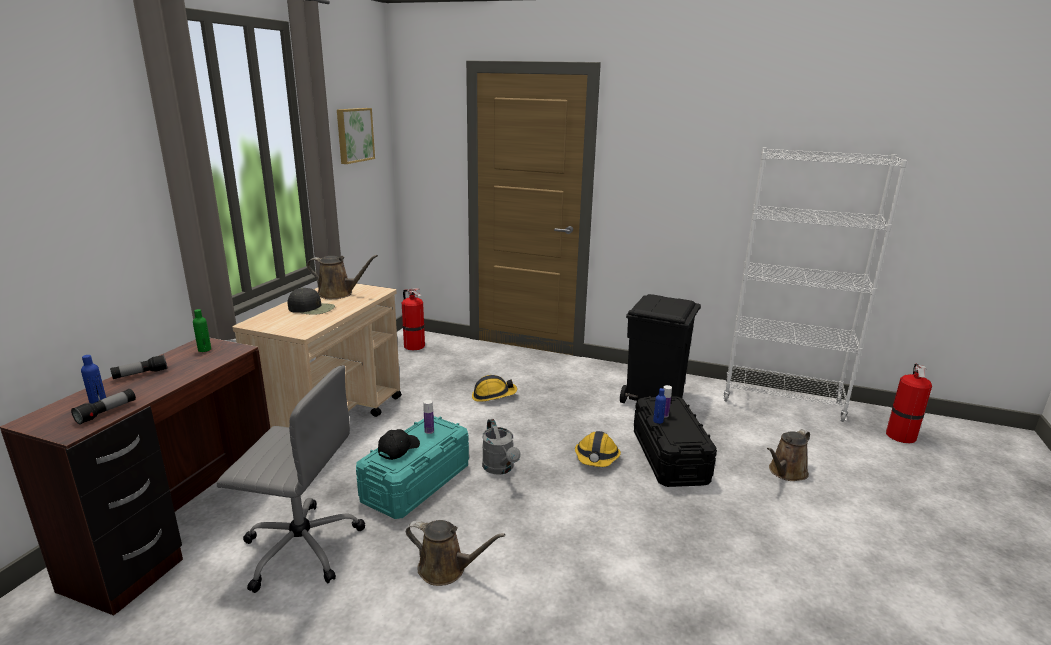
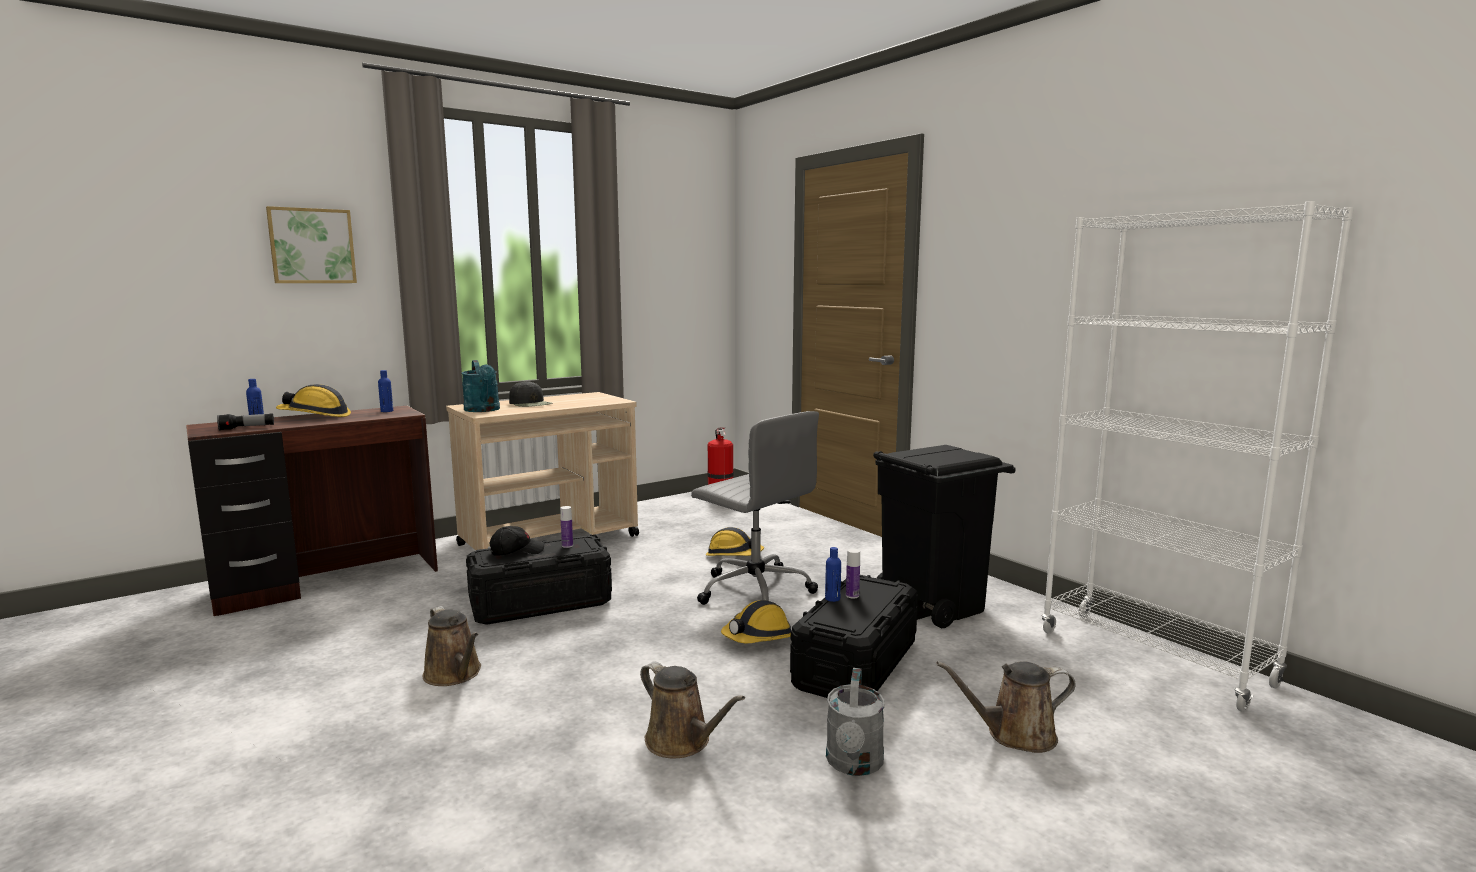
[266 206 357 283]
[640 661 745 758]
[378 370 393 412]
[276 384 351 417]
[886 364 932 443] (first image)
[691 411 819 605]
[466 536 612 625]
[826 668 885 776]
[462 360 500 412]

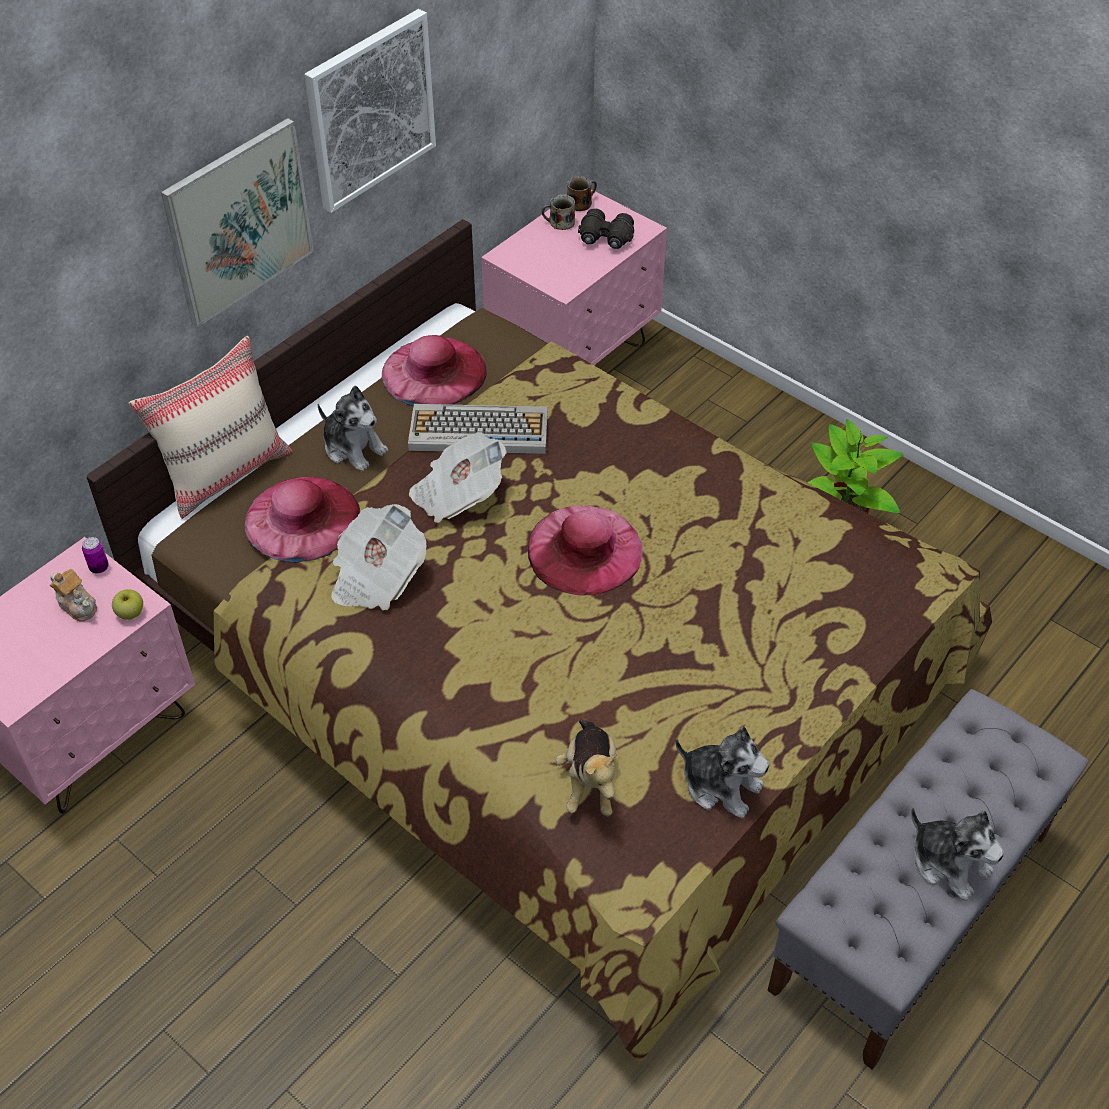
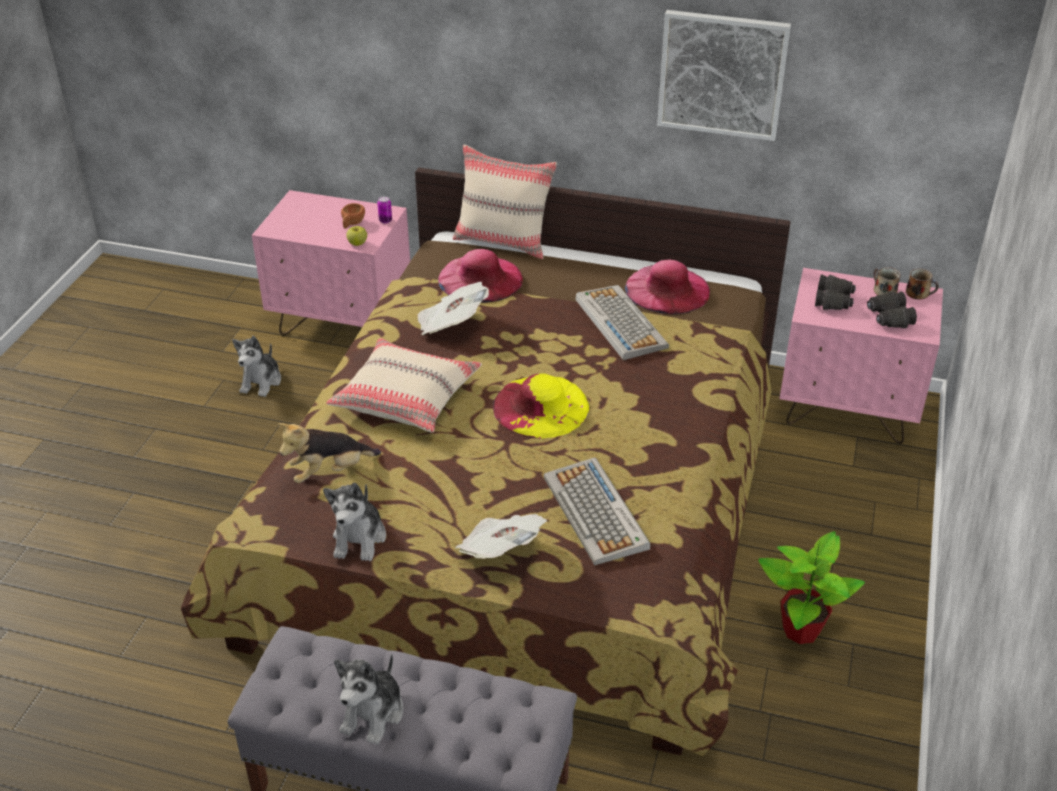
[161 118 314 327] (first image)
[232 336 281 397]
[455 514 547 559]
[493 373 590 439]
[341 203 365 229]
[815 274 856 310]
[326 338 482 433]
[544 457 650 565]

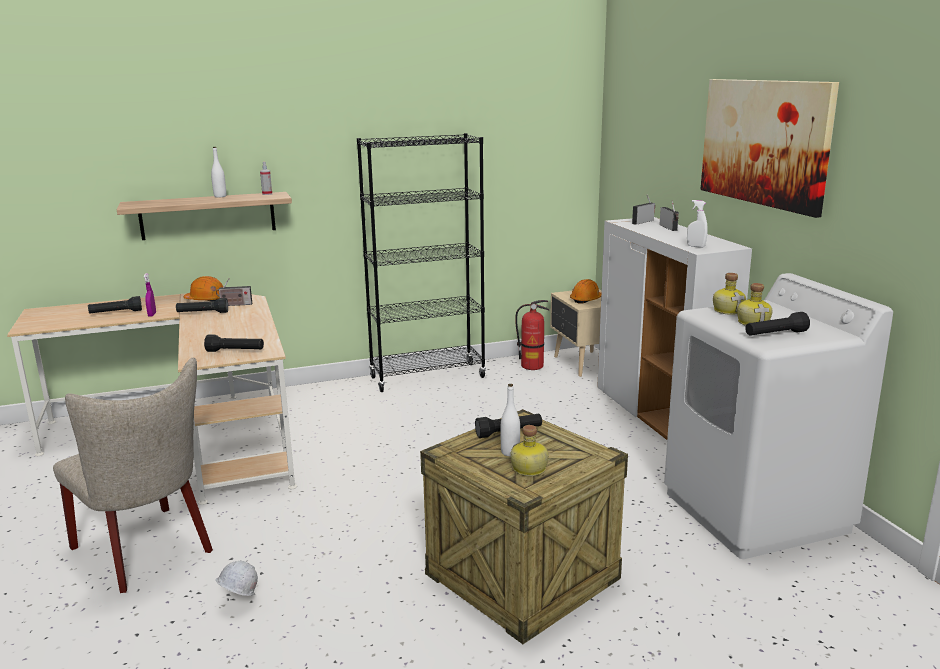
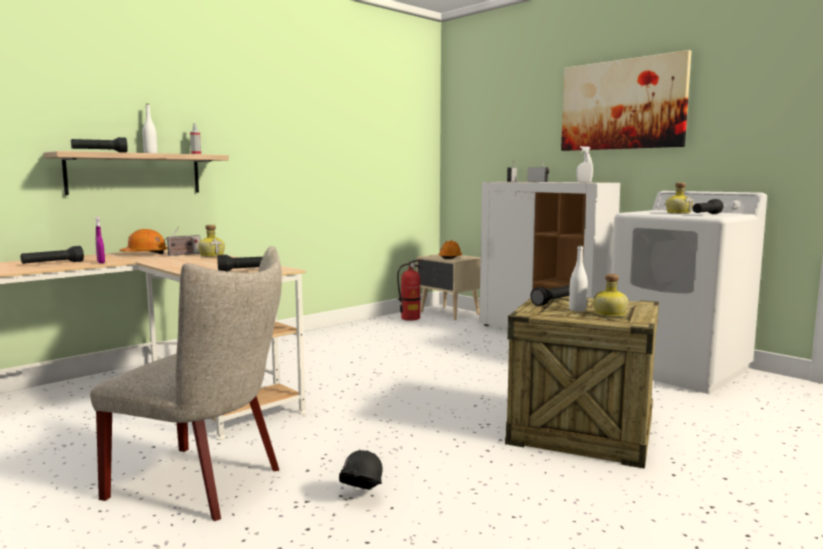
[357 133 486 392] (first image)
[198 225 225 257]
[71 137 128 153]
[339 450 383 490]

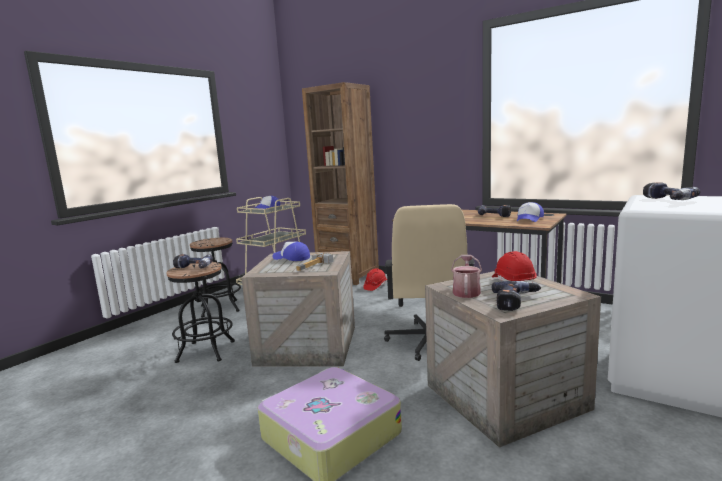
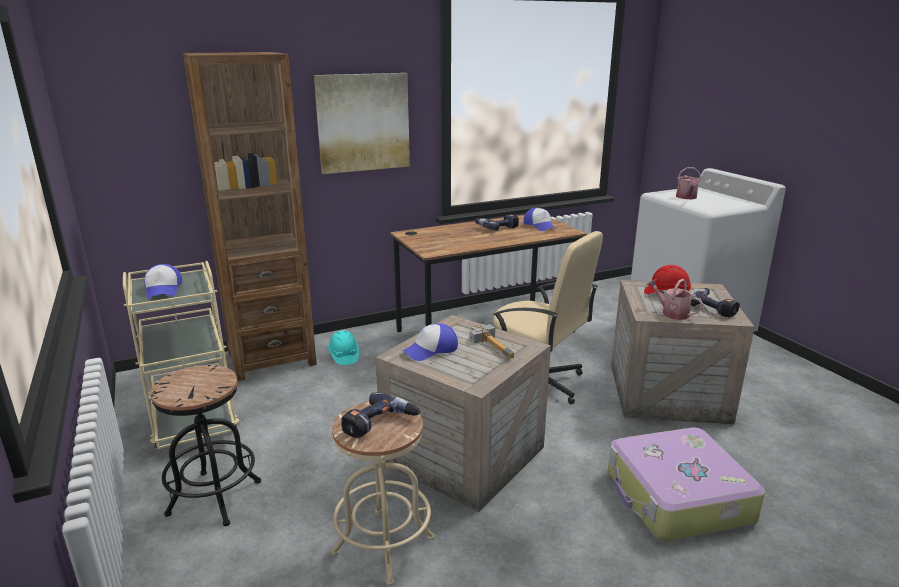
[676 167 701 199]
[331 401 435 586]
[328 330 359 365]
[314 73 410 174]

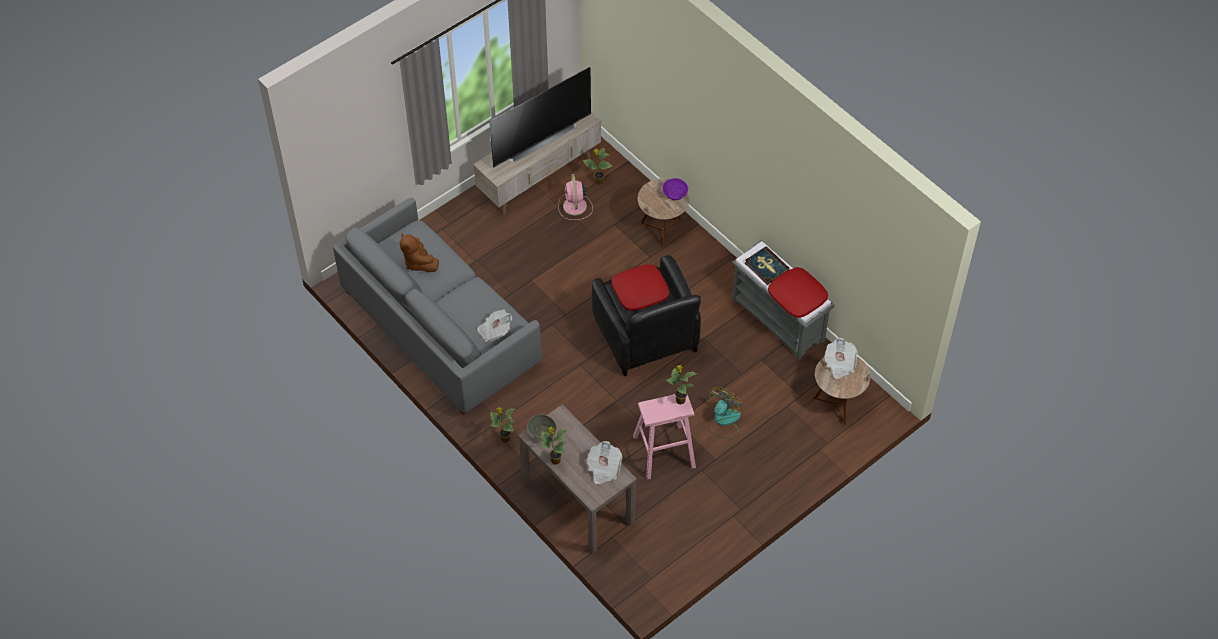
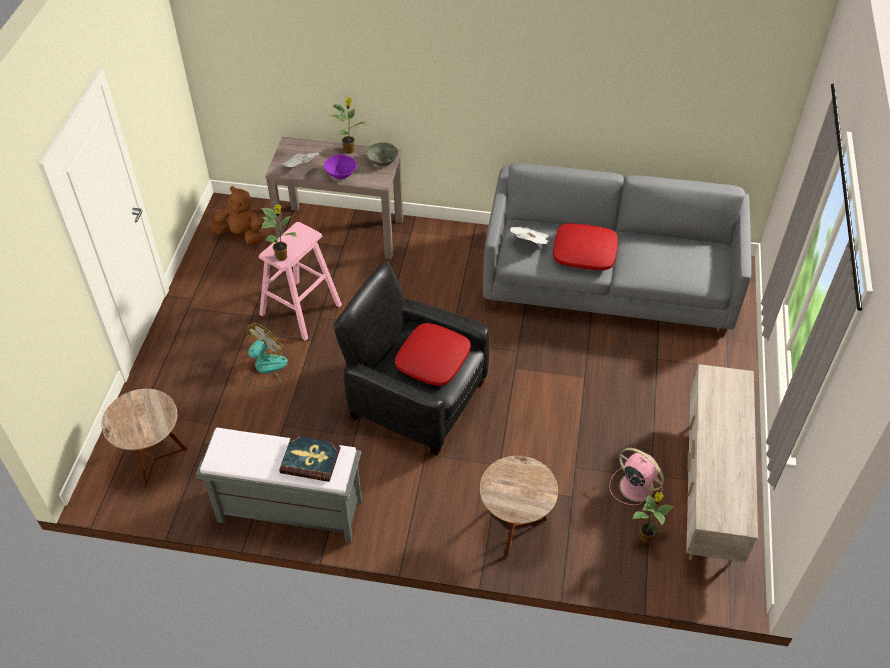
[489 67 591 168] (first image)
[324 154 357 179]
[211 186 263 245]
[553 223 618 270]
[824 338 858 379] (first image)
[244 323 288 388]
[490 407 515 443] (first image)

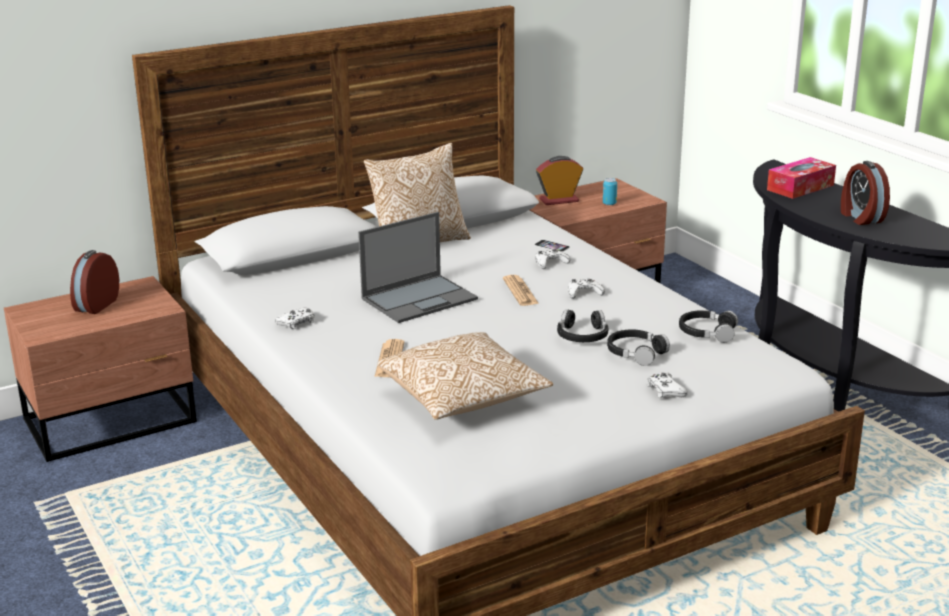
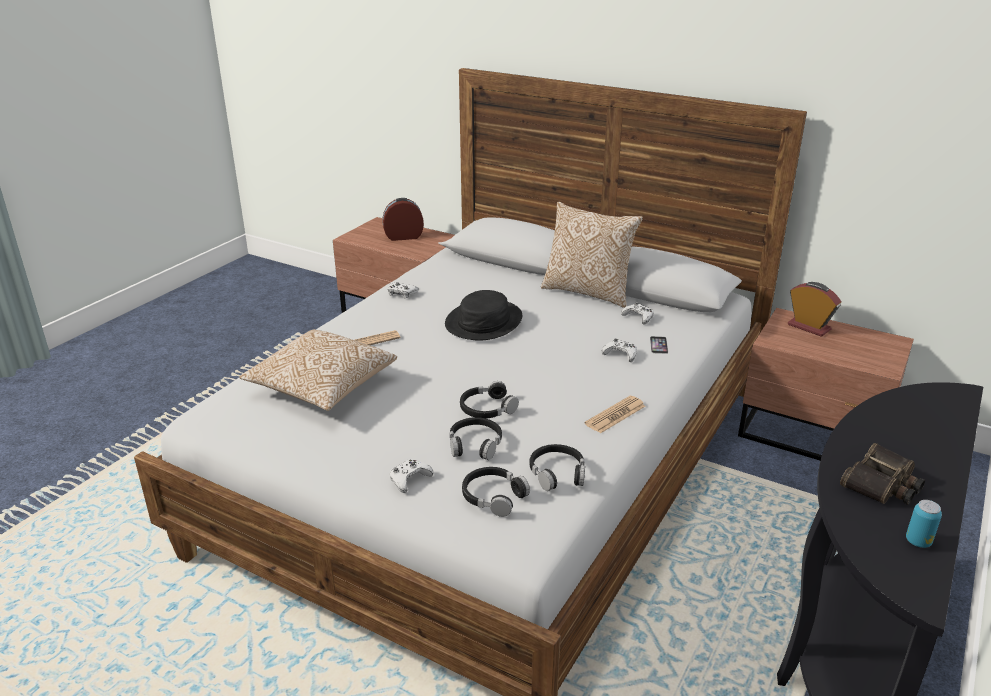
[767 157 836 199] (first image)
[840 443 925 505]
[906 500 942 548]
[445 290 522 341]
[585 396 645 433]
[621 302 654 325]
[462 467 530 517]

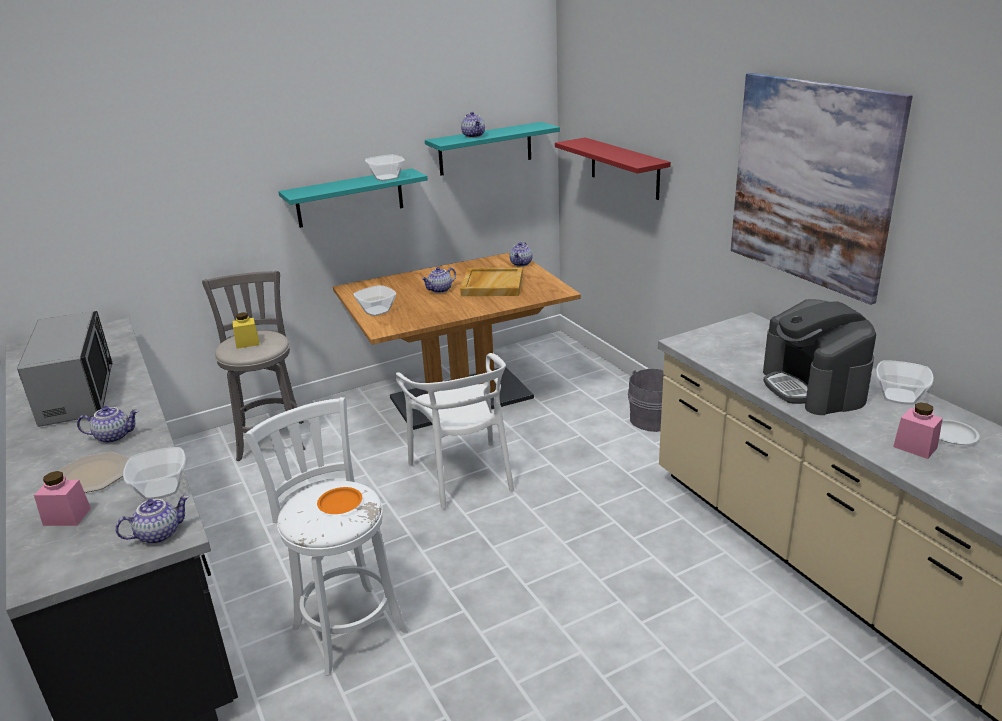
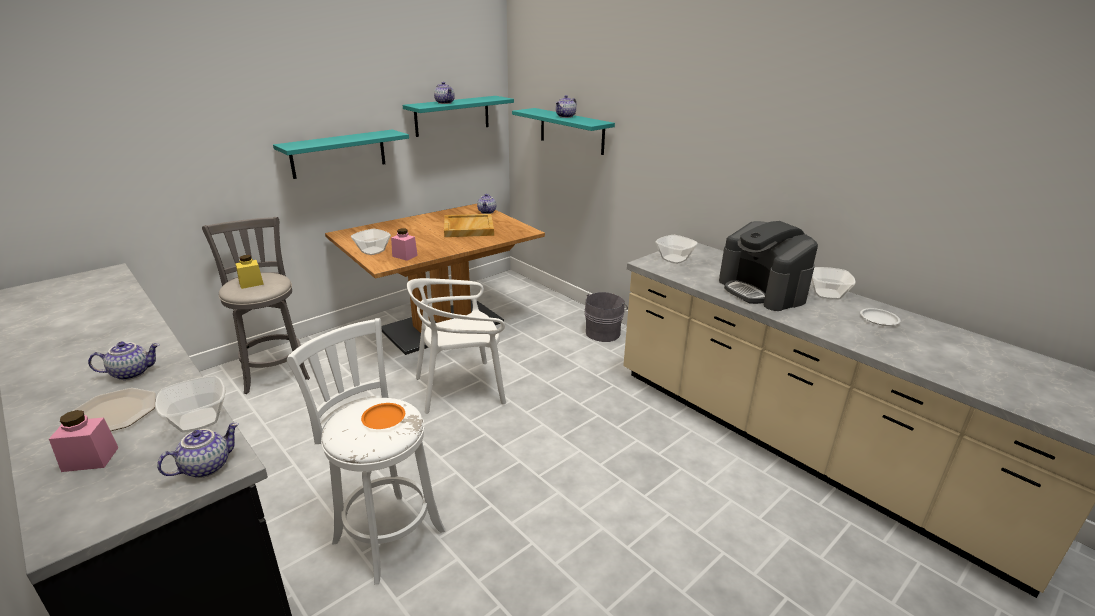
[731 73 913 305] (first image)
[512 108 615 155]
[655 235 698 264]
[555 95 577 118]
[17 311 113 427] (first image)
[407 278 506 414]
[391 228 418 261]

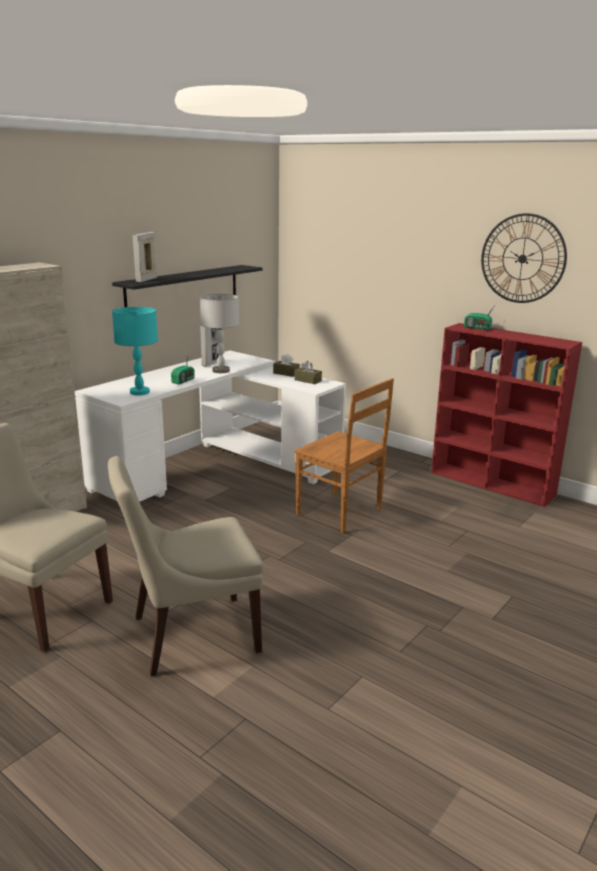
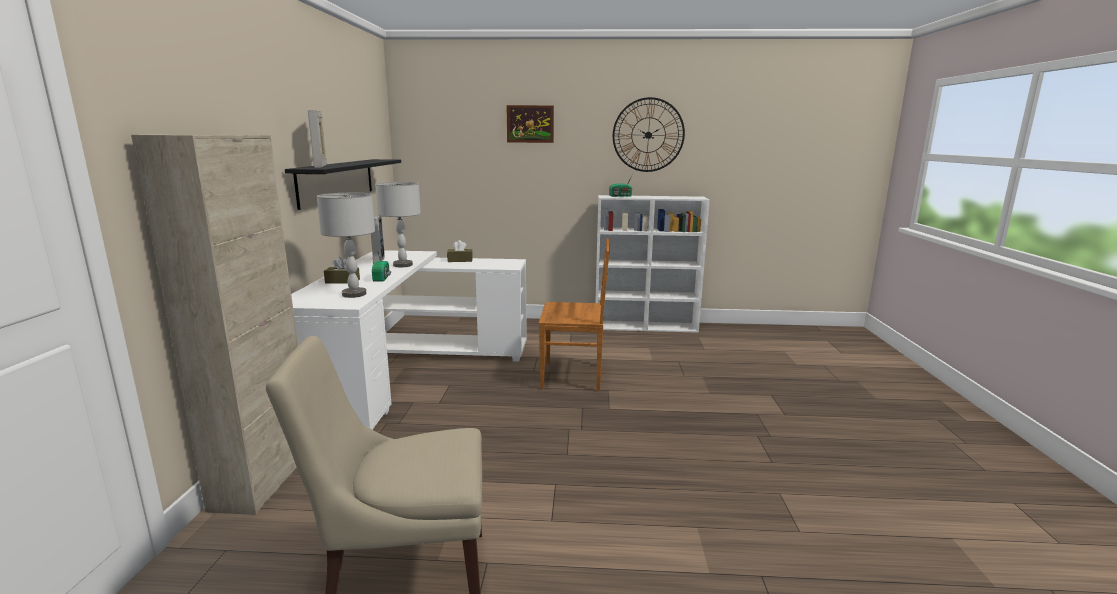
[317 193 375 298]
[595 195 710 333]
[324 257 360 284]
[108 456 263 676] (first image)
[506 105 554 143]

